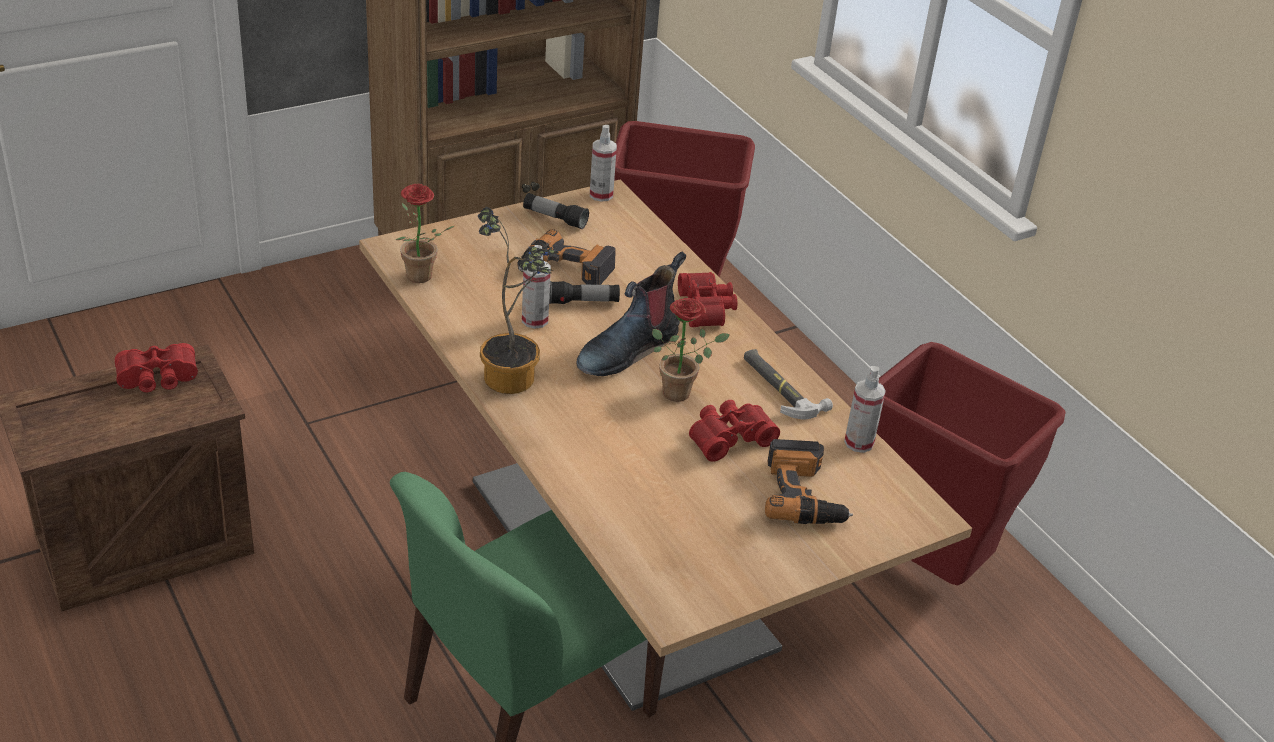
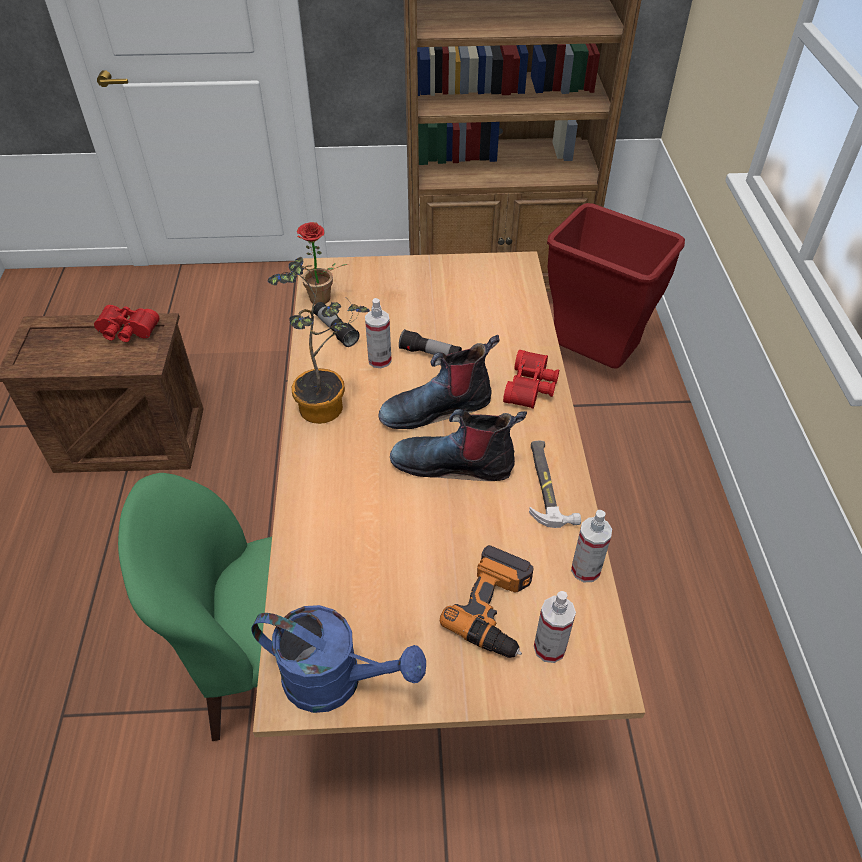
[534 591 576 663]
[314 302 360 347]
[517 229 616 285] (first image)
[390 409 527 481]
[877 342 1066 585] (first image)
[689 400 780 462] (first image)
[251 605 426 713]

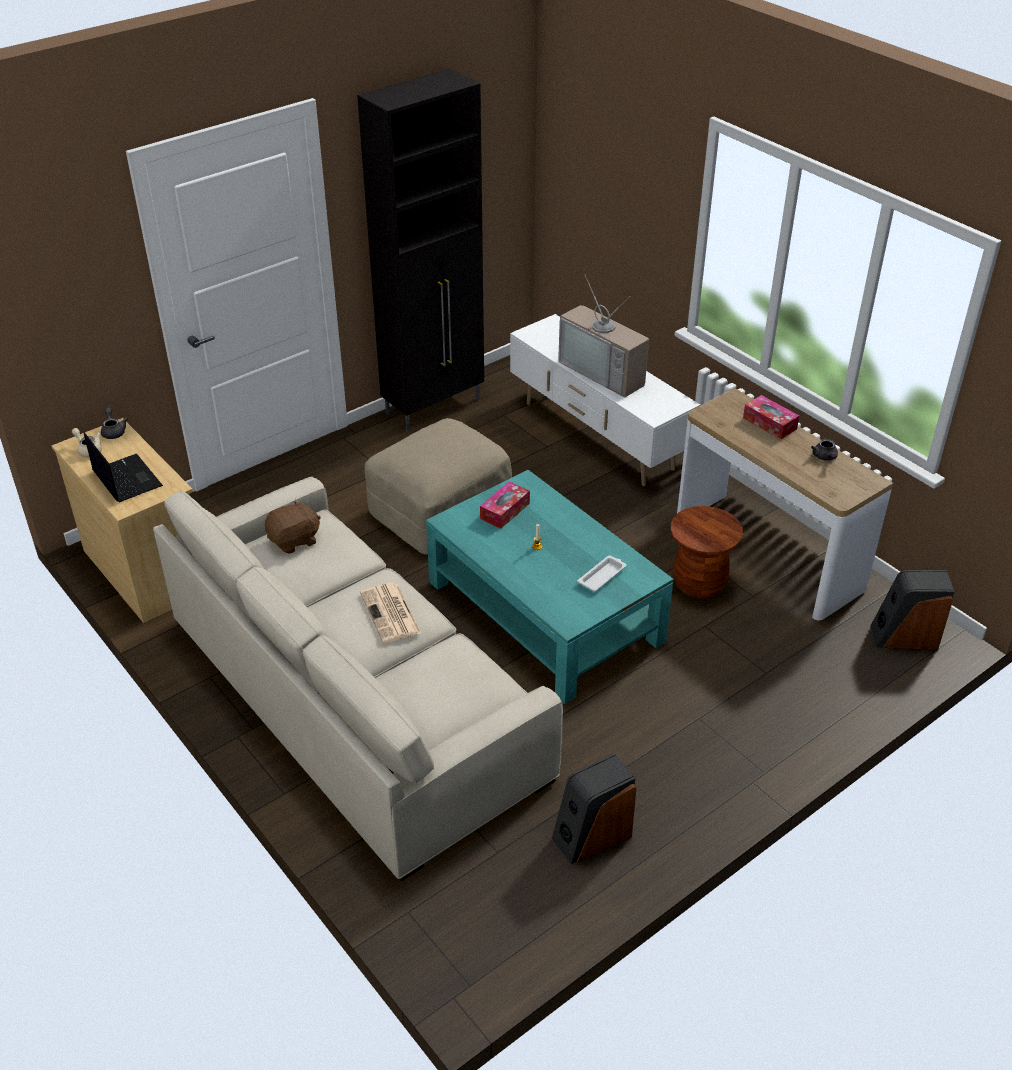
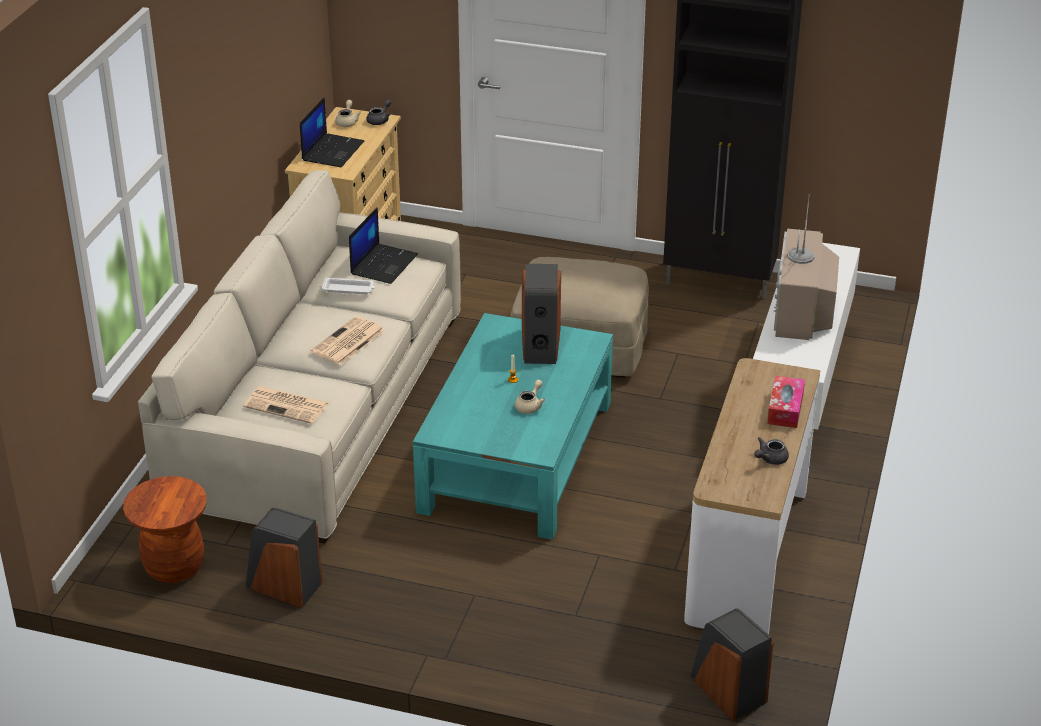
[522 264 561 364]
[349 207 418 284]
[123 476 207 583]
[321 277 375 294]
[515 380 546 414]
[244 386 329 424]

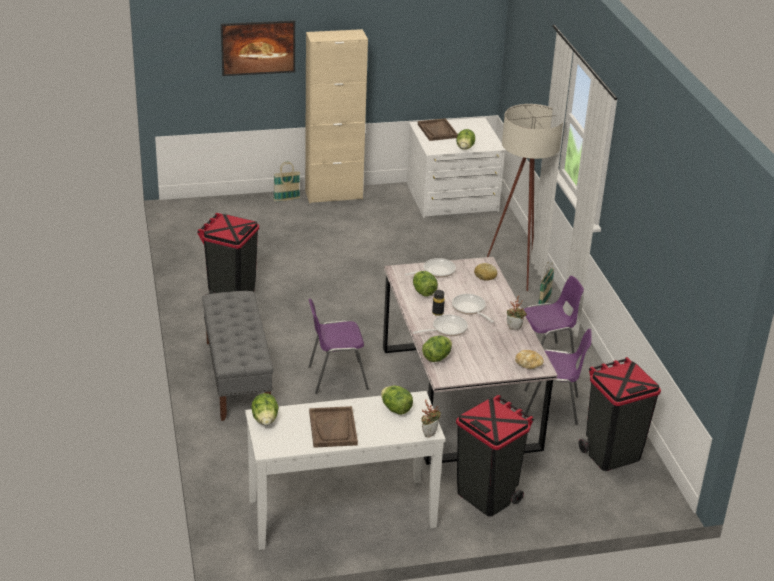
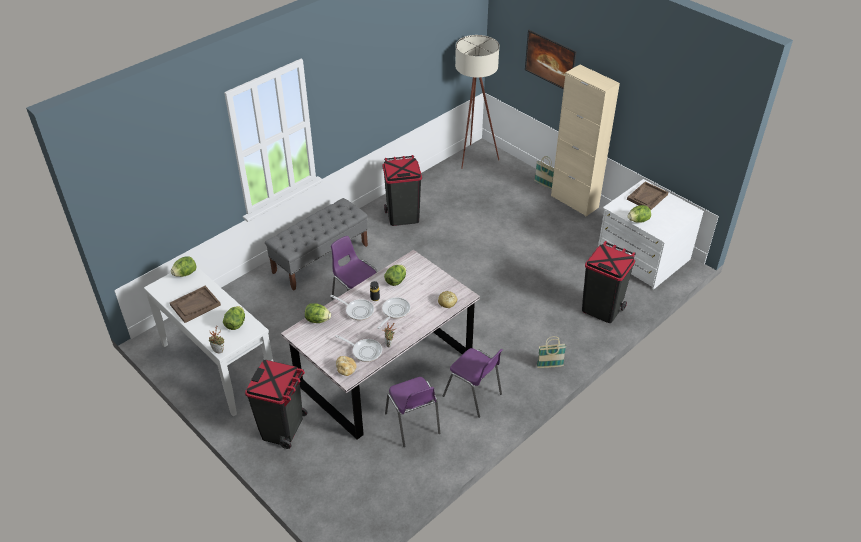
[455 35 499 169]
[335 335 382 362]
[582 241 636 323]

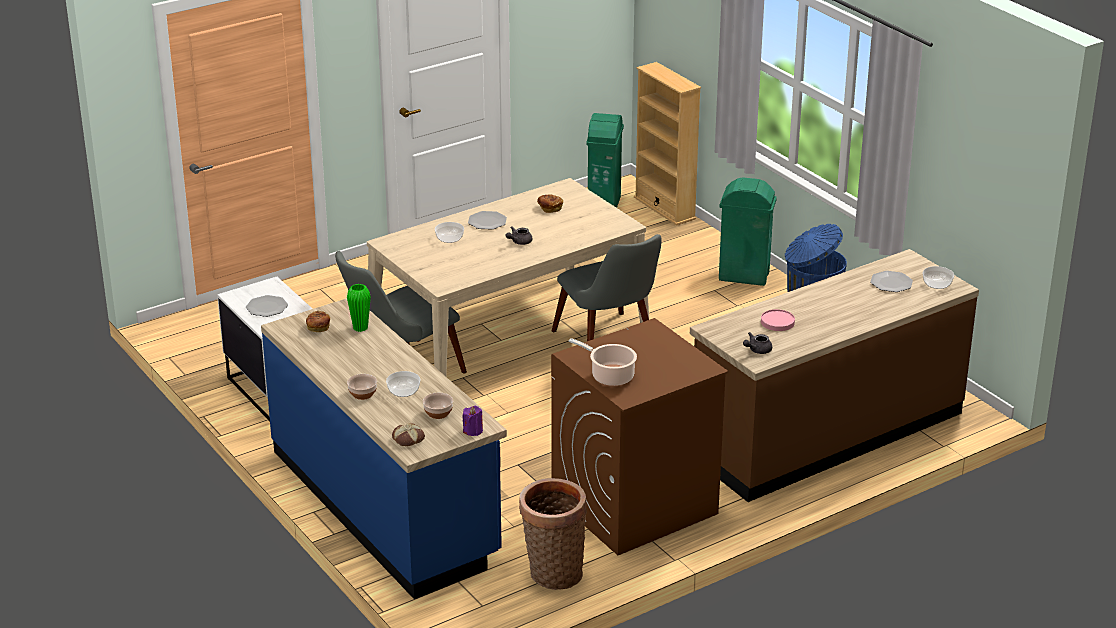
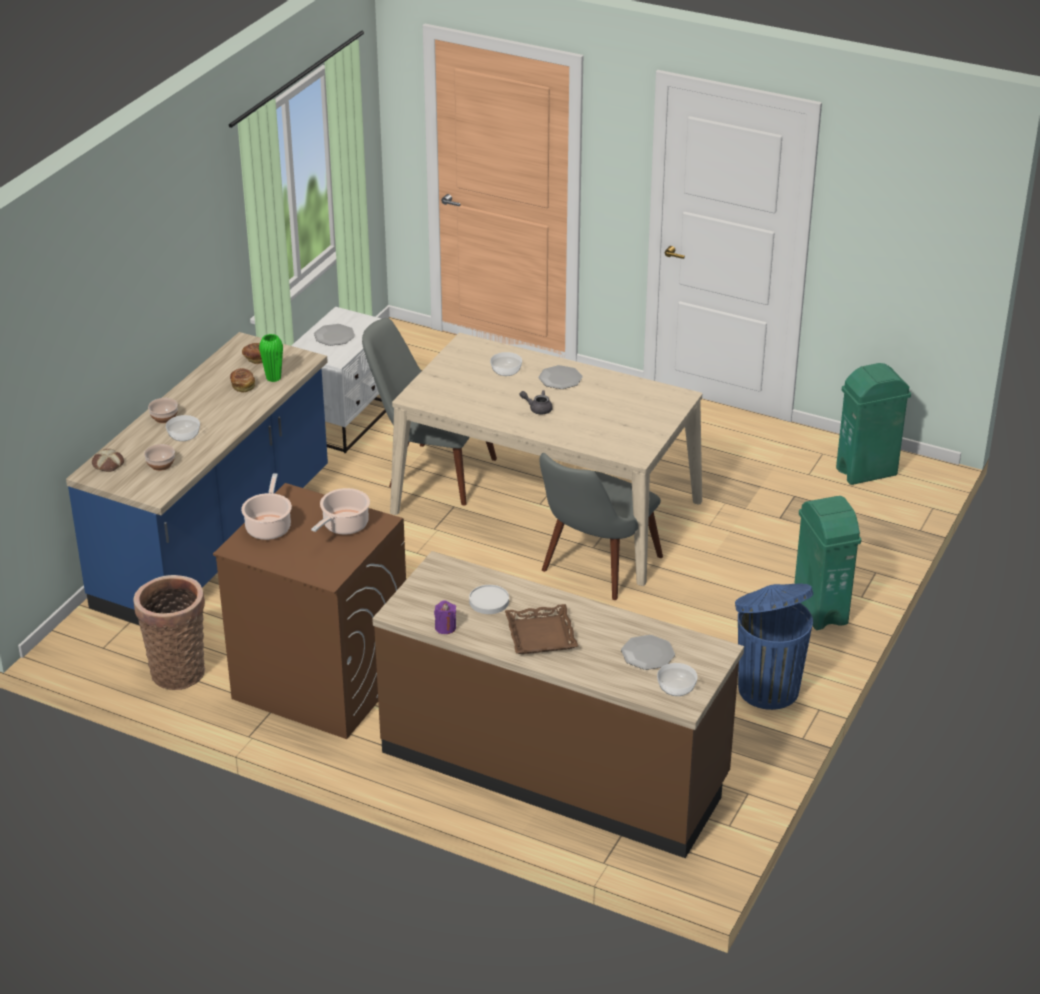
[634 62 701 226] (first image)
[230 368 255 392]
[469 585 509 614]
[743 332 772 354] (first image)
[434 601 456 634]
[311 488 370 535]
[505 604 578 654]

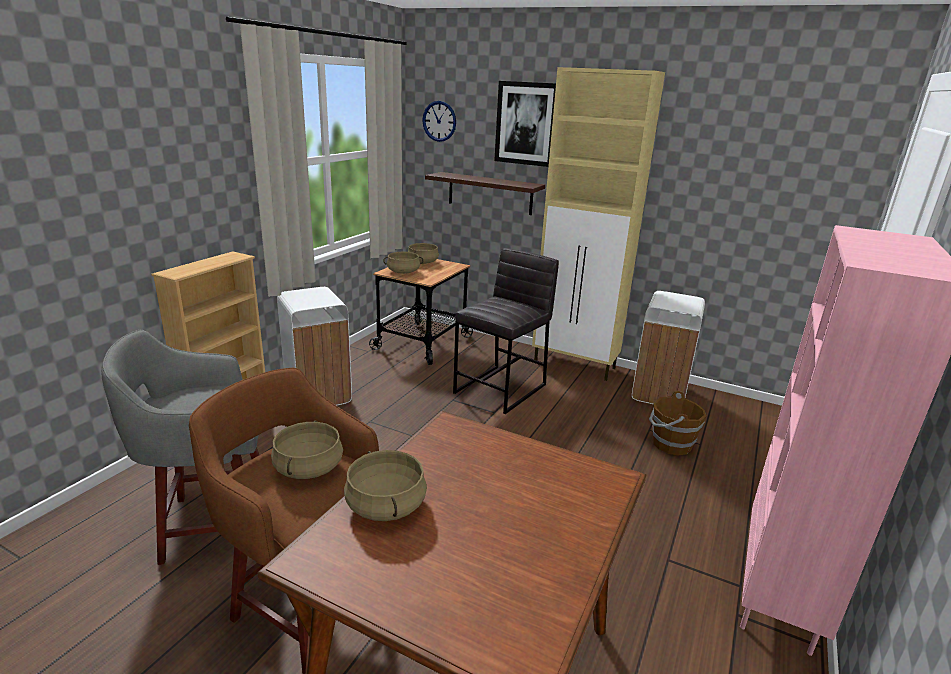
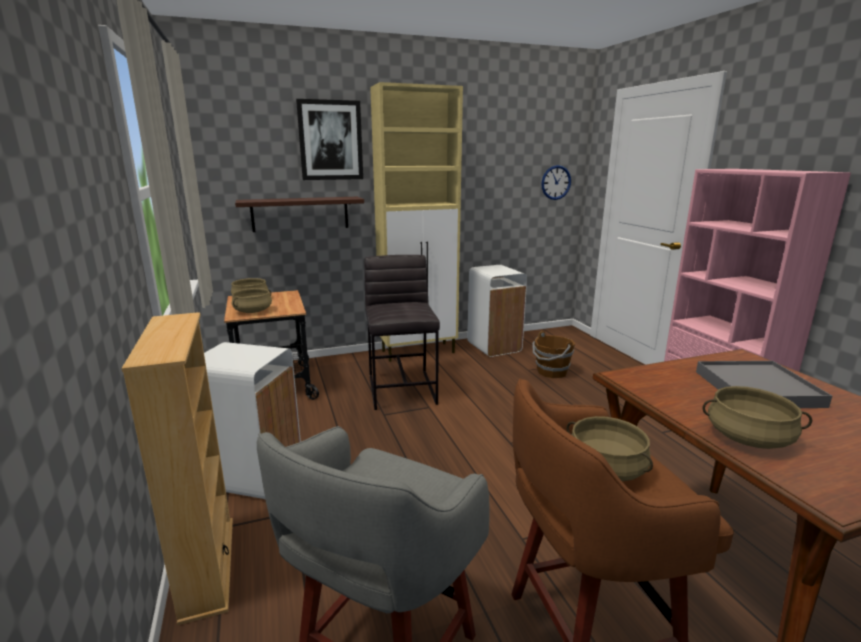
[541 165 571 200]
[696 361 832 408]

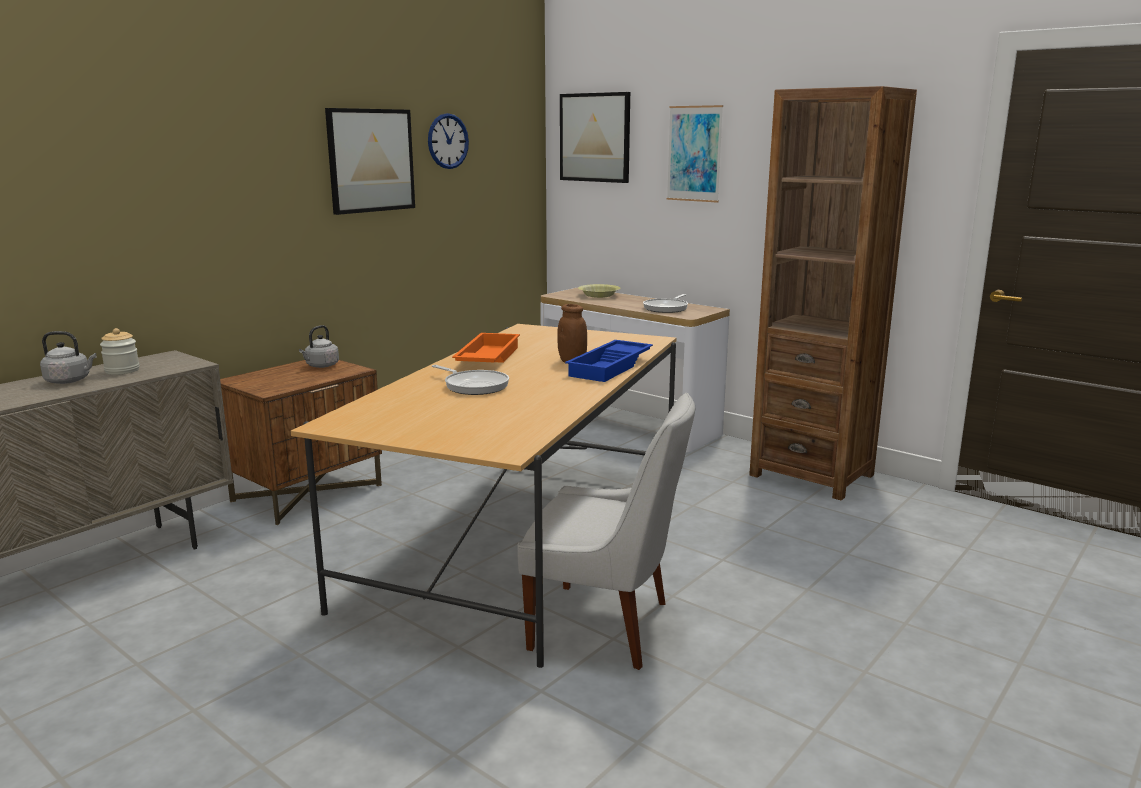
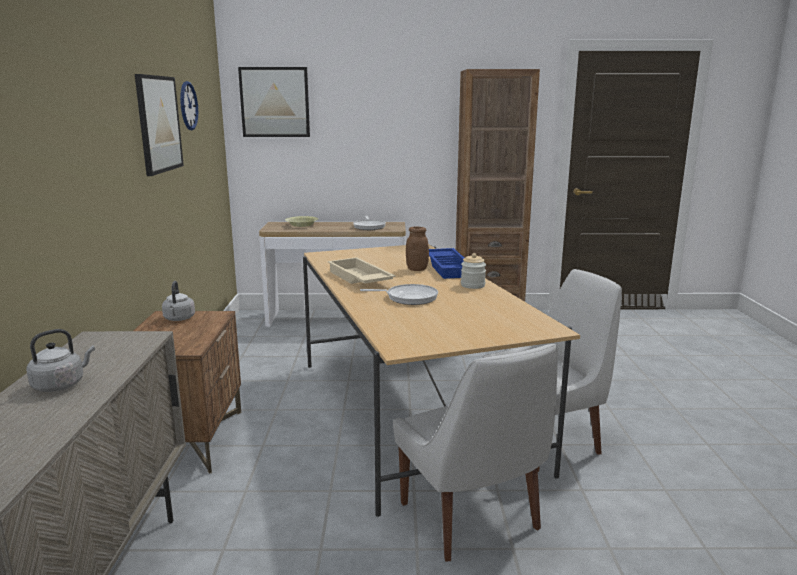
[667 105 723 203] (first image)
[461 253 486 289]
[328 257 395 284]
[393 344 558 562]

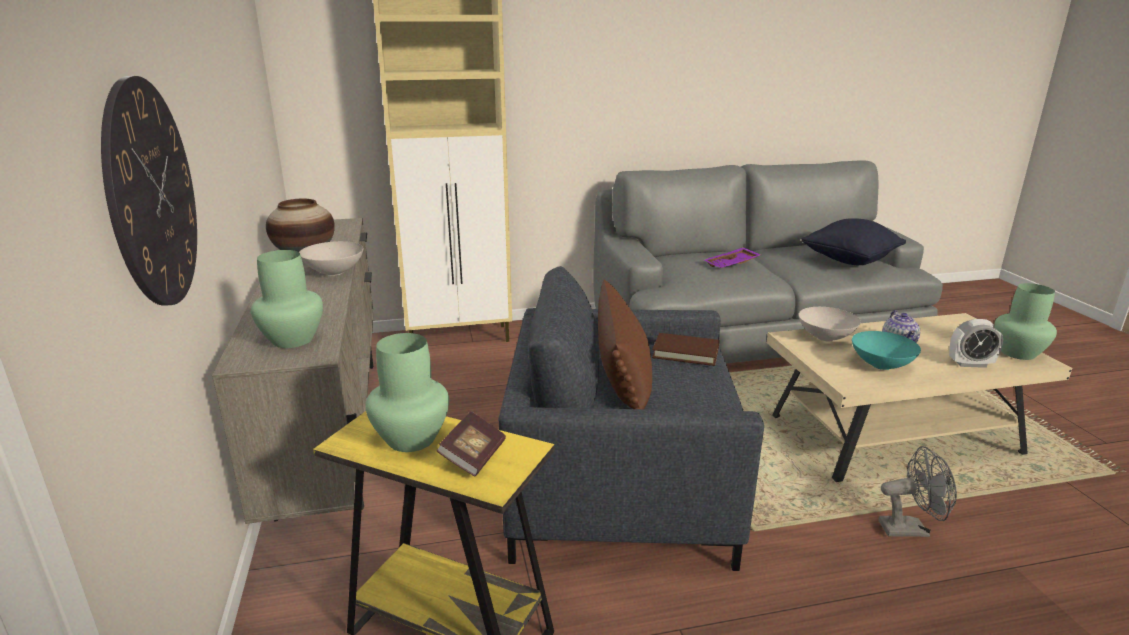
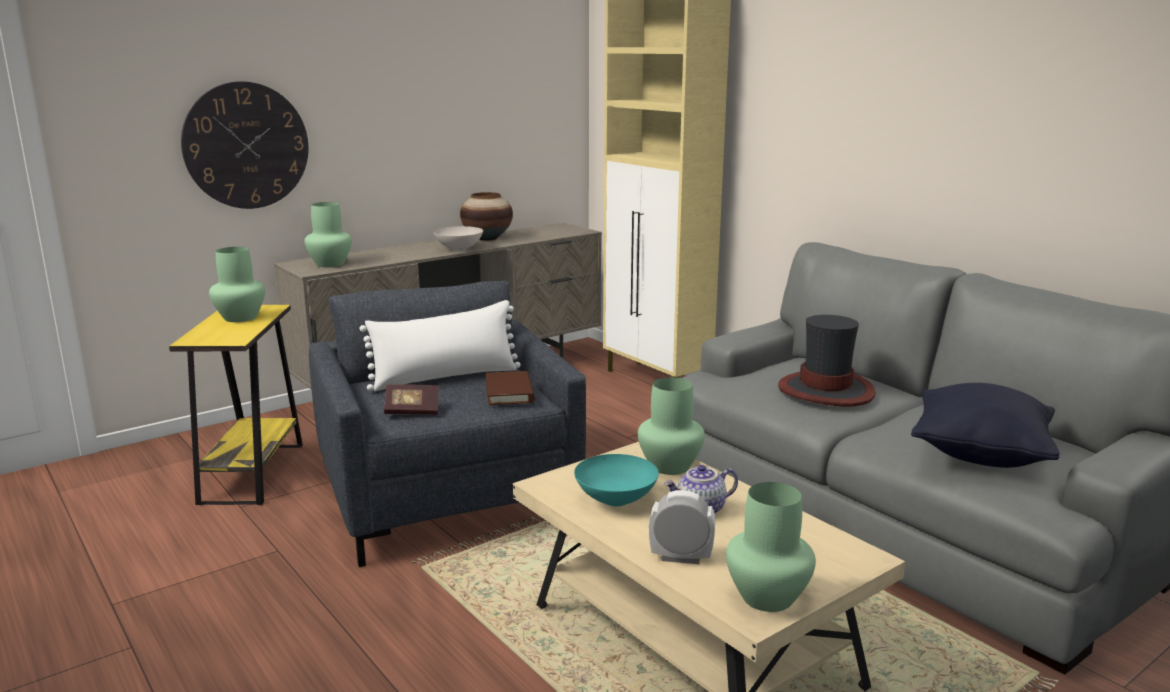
[778 315 876 407]
[359 300 521 391]
[638 377 705 475]
[649 490 715 564]
[384 384 439 415]
[878 446 957 537] (first image)

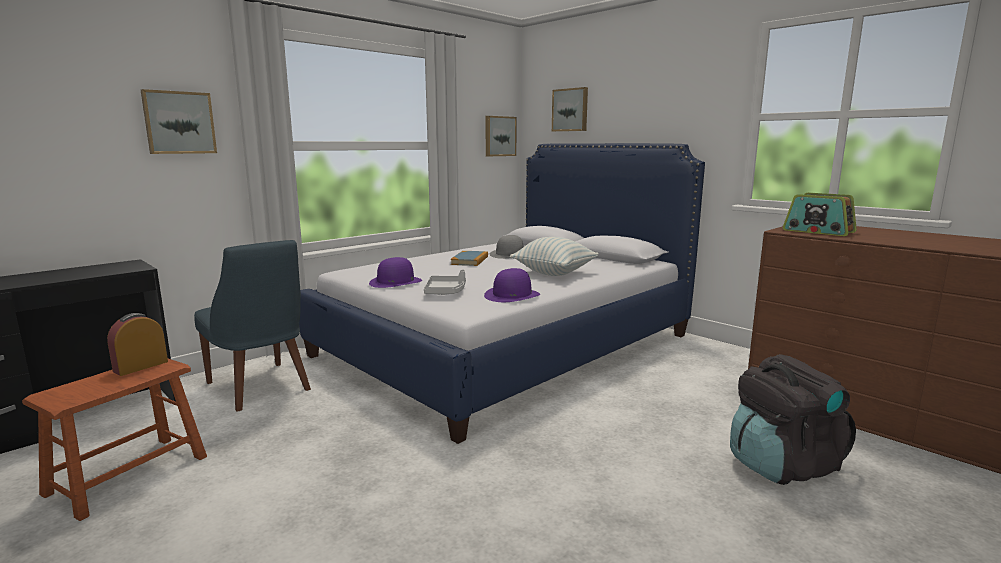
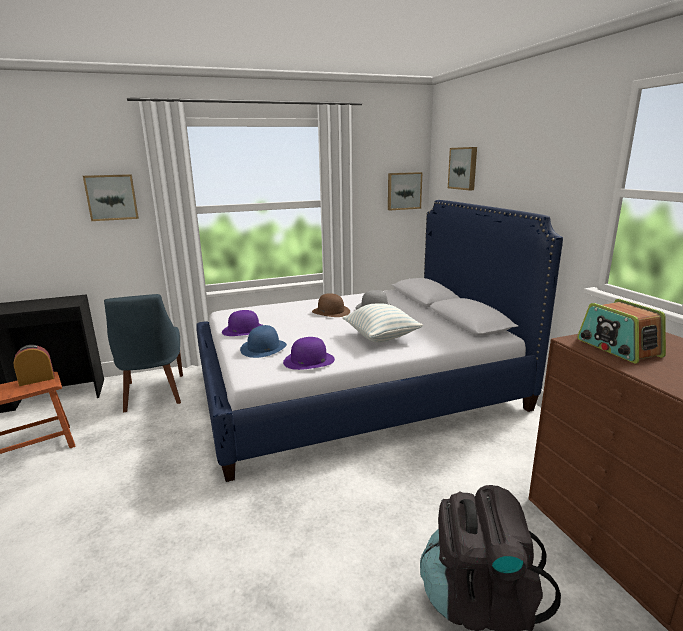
[312 293 350 317]
[240 325 287 358]

